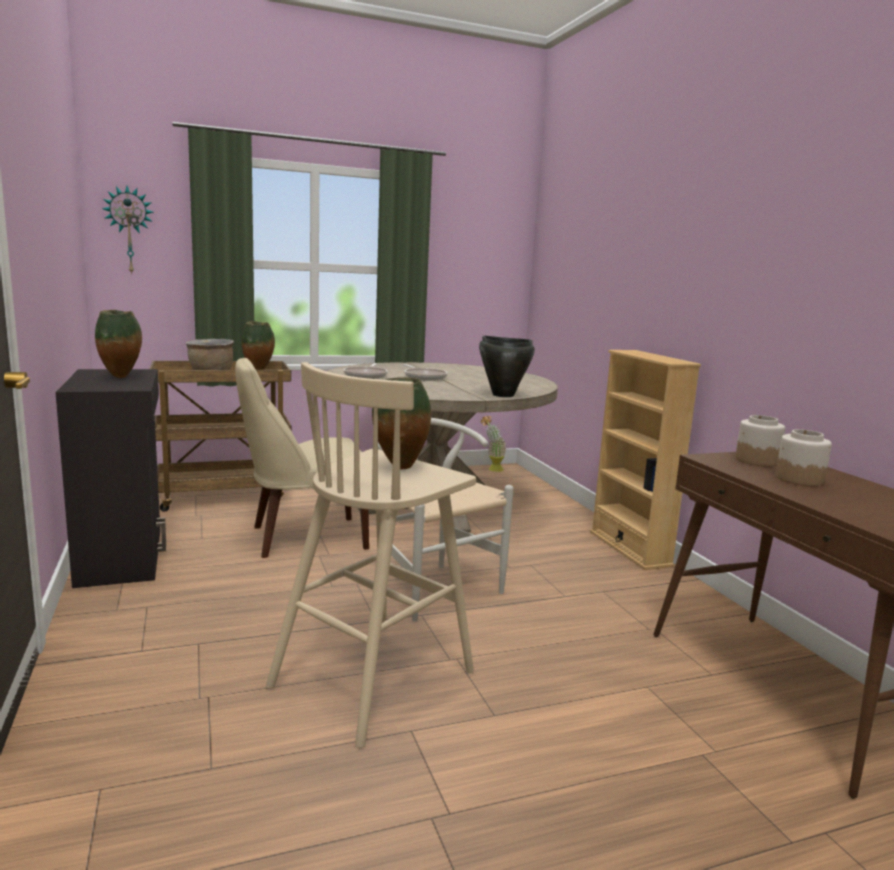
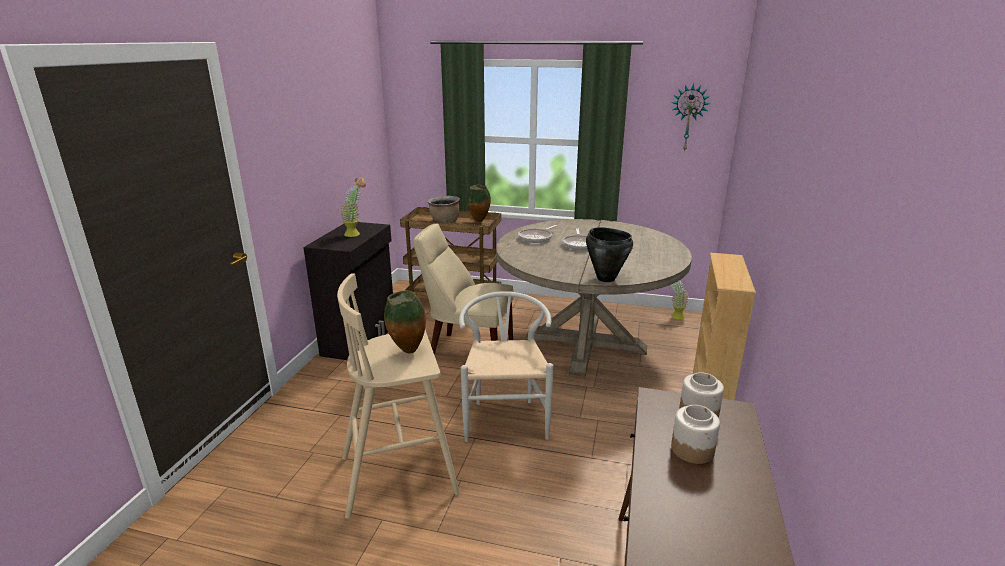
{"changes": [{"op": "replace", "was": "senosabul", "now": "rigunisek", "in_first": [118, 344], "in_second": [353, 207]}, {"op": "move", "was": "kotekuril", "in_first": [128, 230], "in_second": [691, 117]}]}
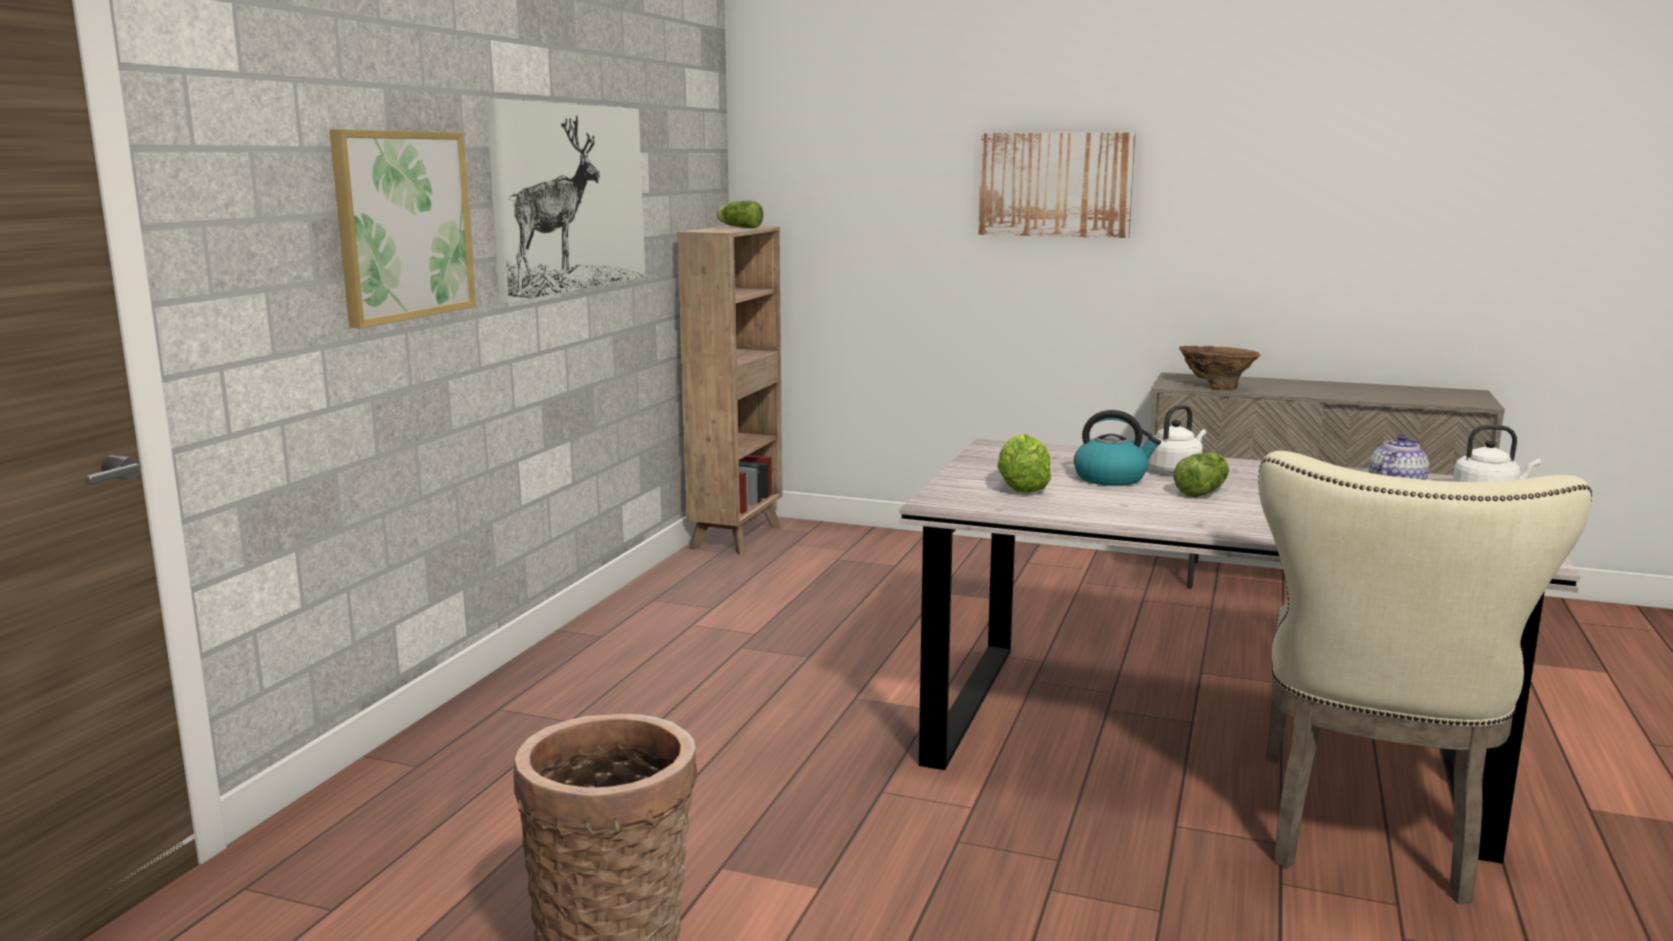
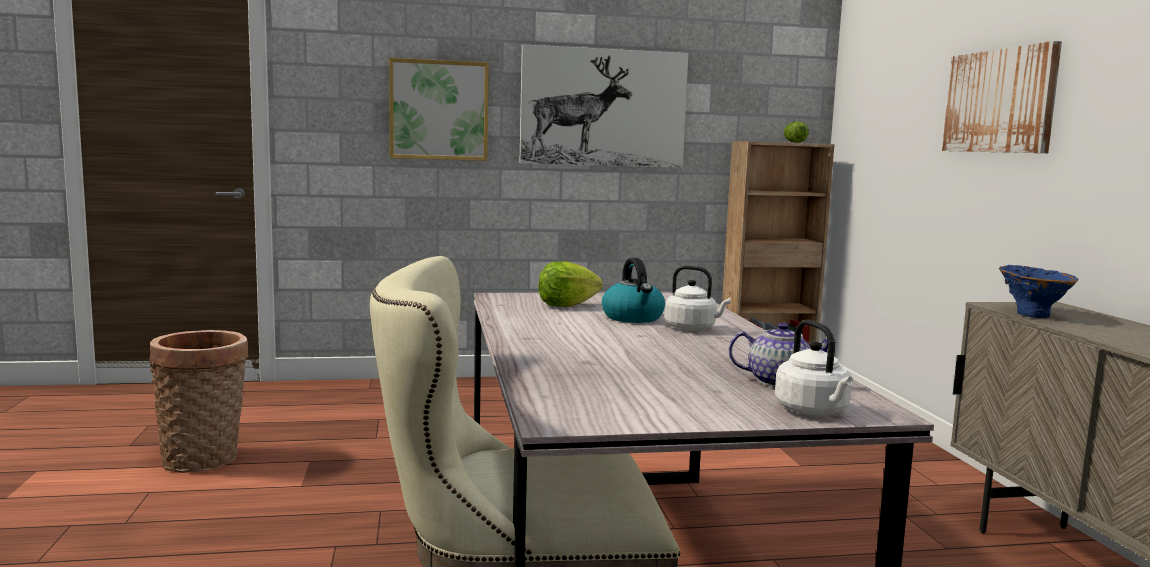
{"changes": [{"op": "recolor", "was": "brown_senosabul", "now": "blue_senosabul", "in_first": [1220, 368], "in_second": [1038, 291]}, {"op": "delete", "was": "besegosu", "in_first": [1201, 474]}]}
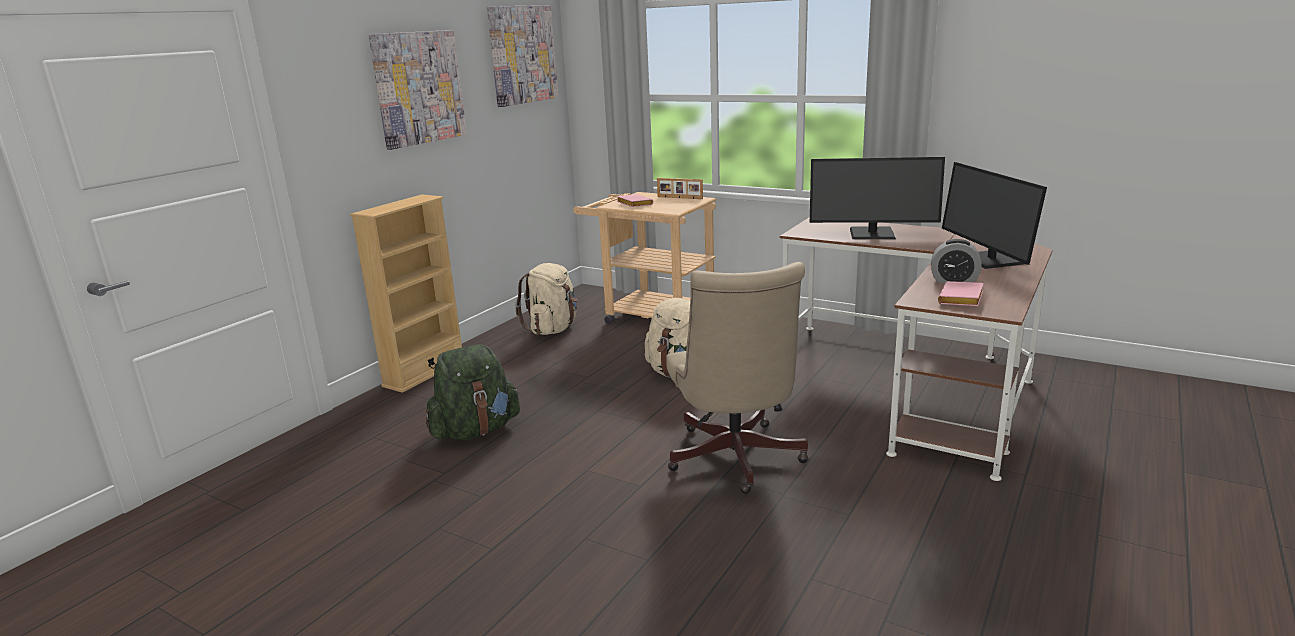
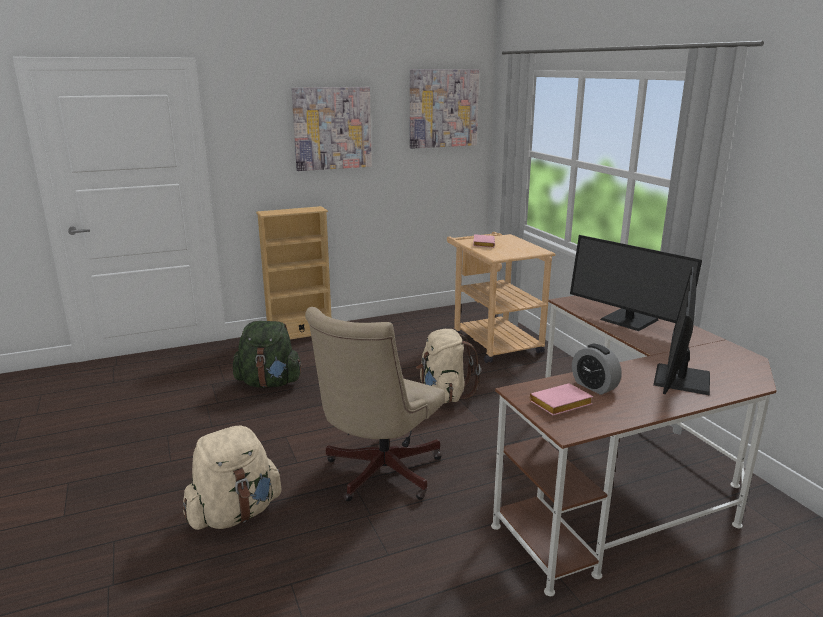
{"changes": [{"op": "move", "was": "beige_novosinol", "in_first": [546, 299], "in_second": [232, 478]}, {"op": "delete", "was": "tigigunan", "in_first": [680, 188]}]}
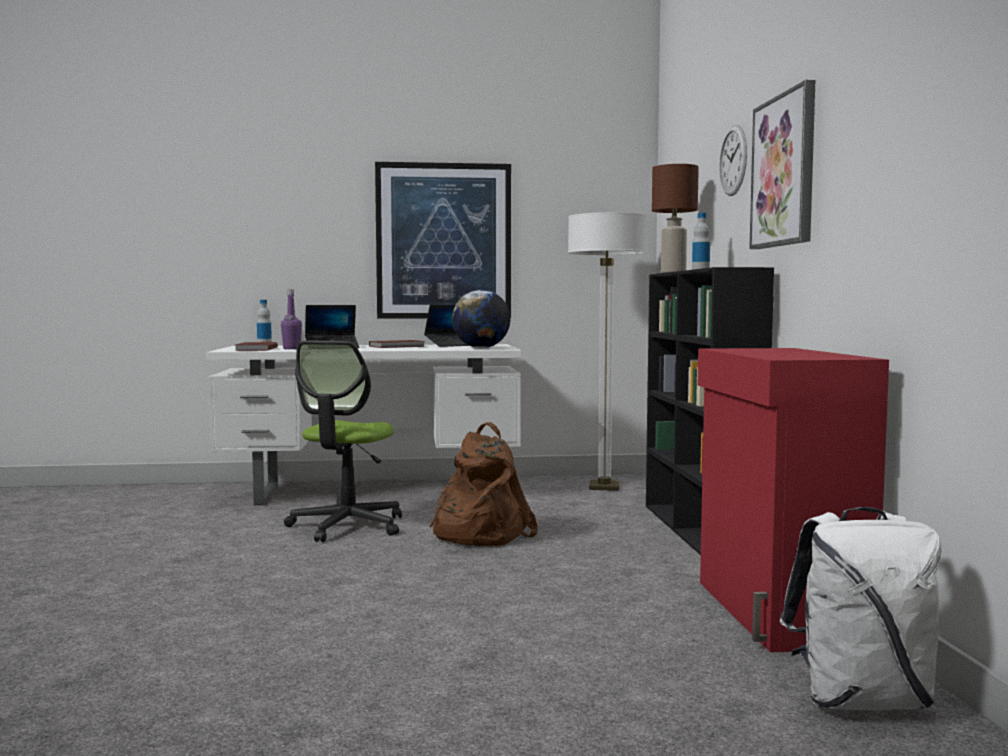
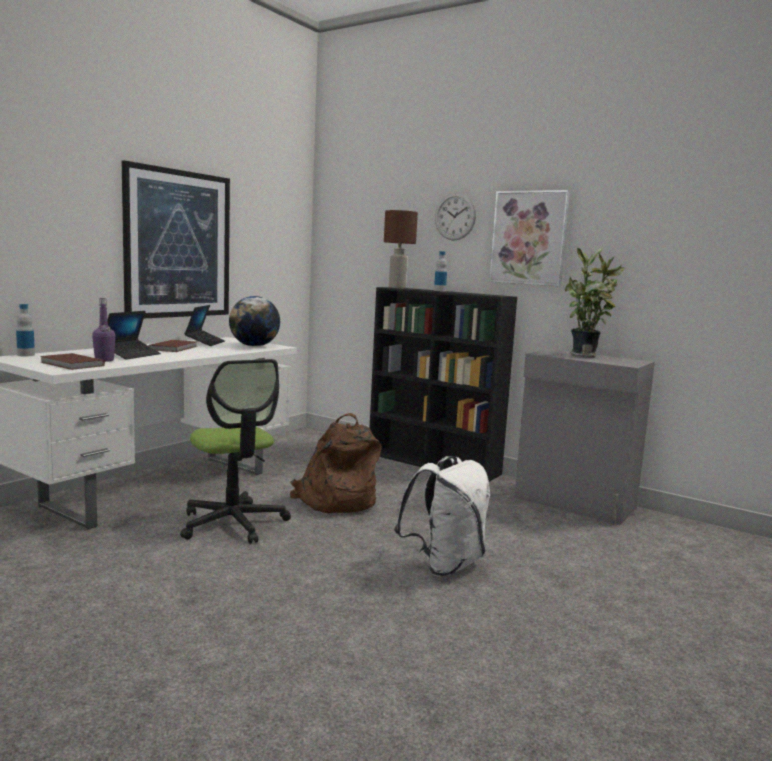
{"changes": [{"op": "move", "was": "white_novosinol", "in_first": [860, 608], "in_second": [442, 516]}, {"op": "recolor", "was": "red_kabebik", "now": "grey_kabebik", "in_first": [793, 500], "in_second": [584, 437]}, {"op": "insert", "now": "rigunisek", "in_second": [595, 302]}, {"op": "delete", "was": "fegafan", "in_first": [607, 351]}]}
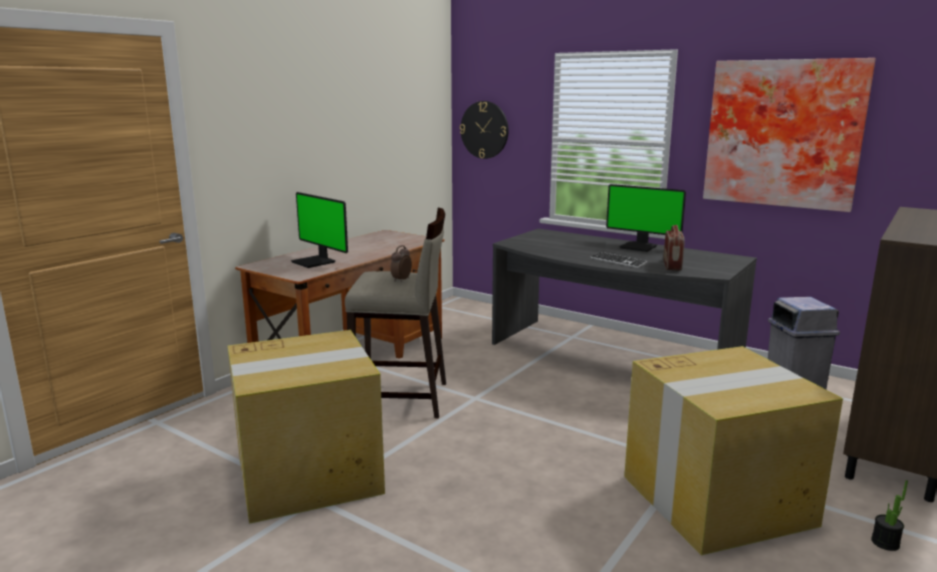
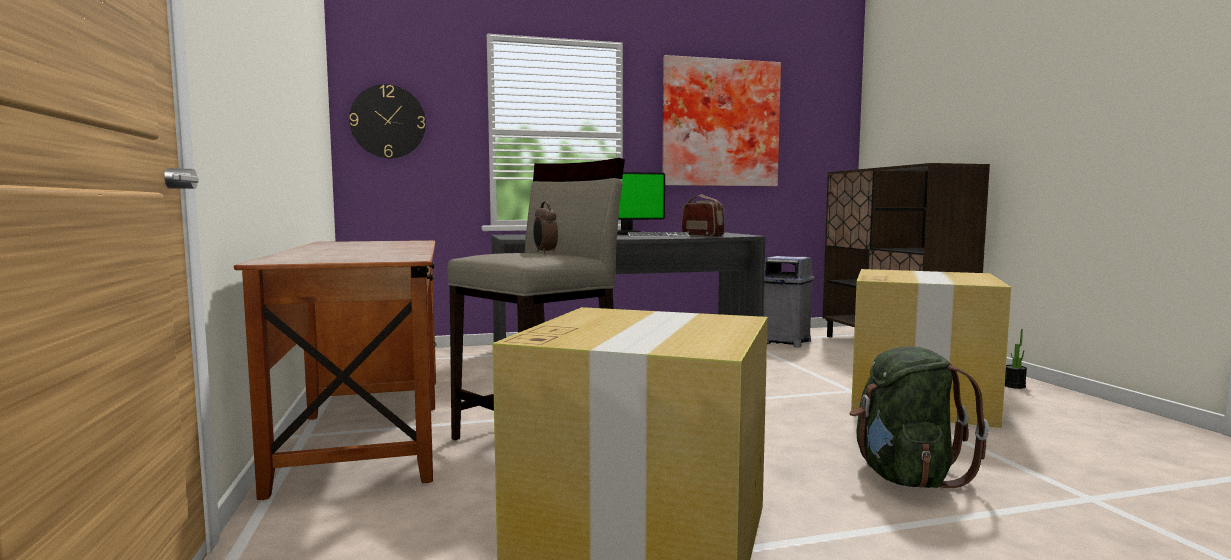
{"changes": [{"op": "insert", "now": "green_novosinol", "in_second": [919, 417]}, {"op": "delete", "was": "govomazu", "in_first": [319, 230]}]}
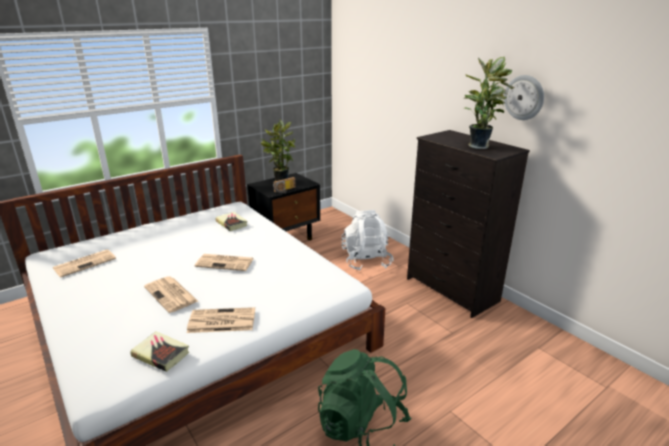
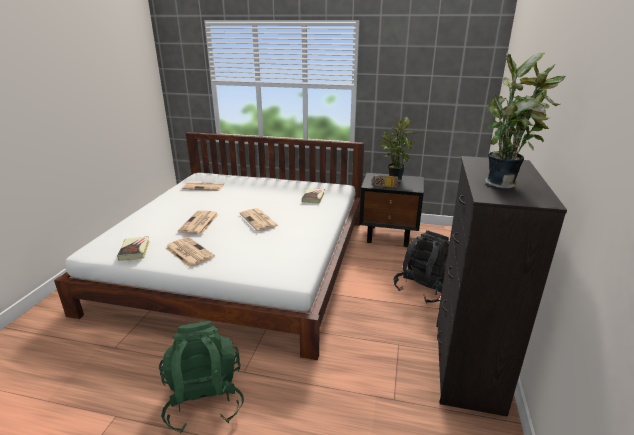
{"changes": [{"op": "recolor", "was": "white_novosinol", "now": "black_novosinol", "in_first": [368, 240], "in_second": [421, 267]}, {"op": "delete", "was": "kotekuril", "in_first": [524, 97]}]}
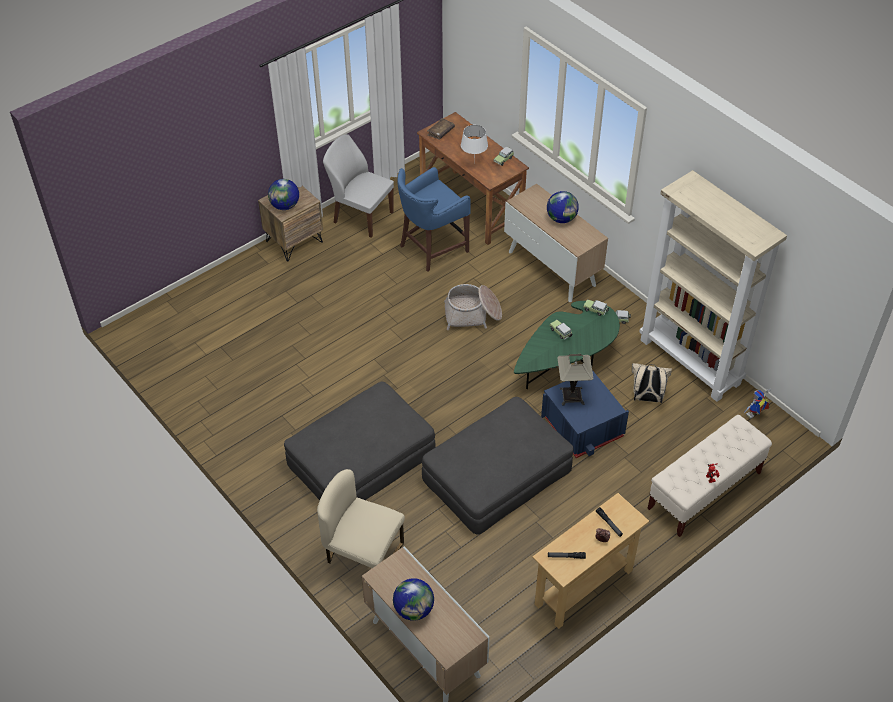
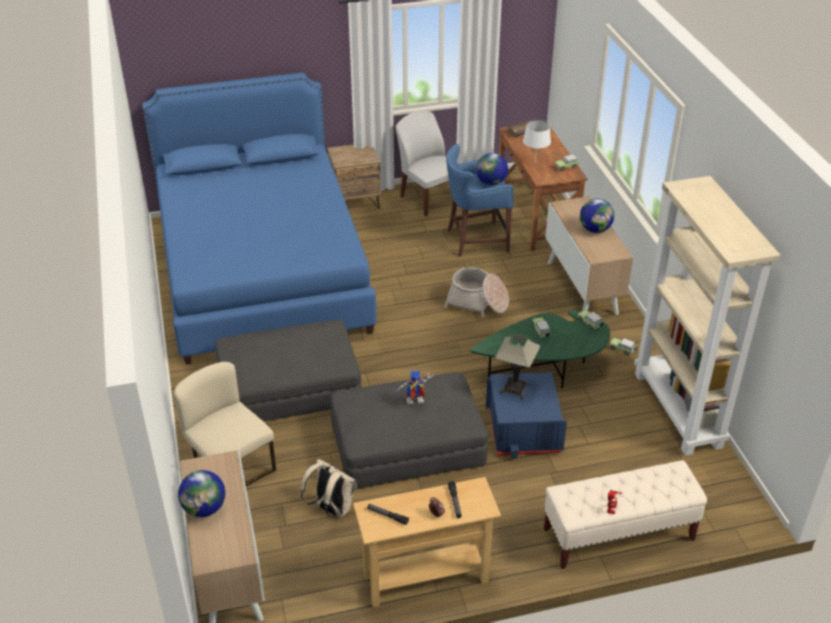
{"changes": [{"op": "insert", "now": "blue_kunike", "in_second": [259, 218]}, {"op": "move", "was": "beige_novosinol", "in_first": [652, 383], "in_second": [329, 488]}, {"op": "move", "was": "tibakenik", "in_first": [757, 403], "in_second": [414, 387]}, {"op": "move", "was": "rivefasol", "in_first": [283, 194], "in_second": [492, 169]}]}
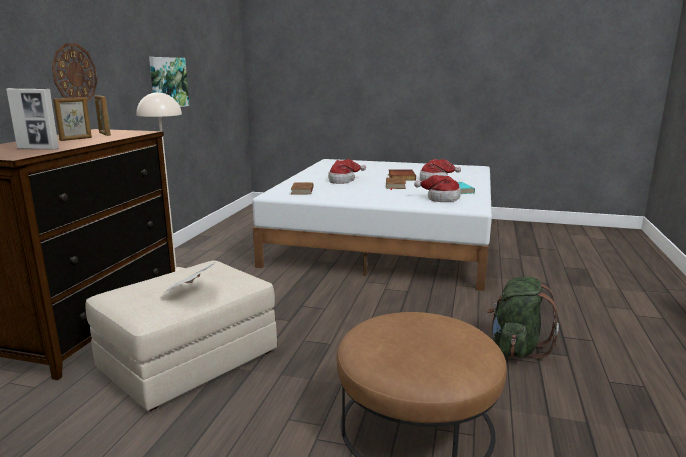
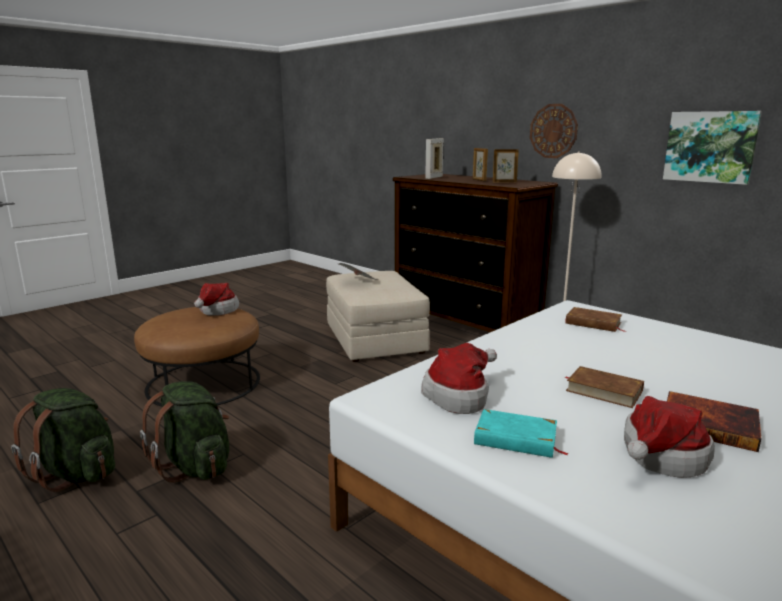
{"changes": [{"op": "insert", "now": "green_novosinol", "in_second": [63, 440]}, {"op": "move", "was": "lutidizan", "in_first": [347, 171], "in_second": [216, 299]}]}
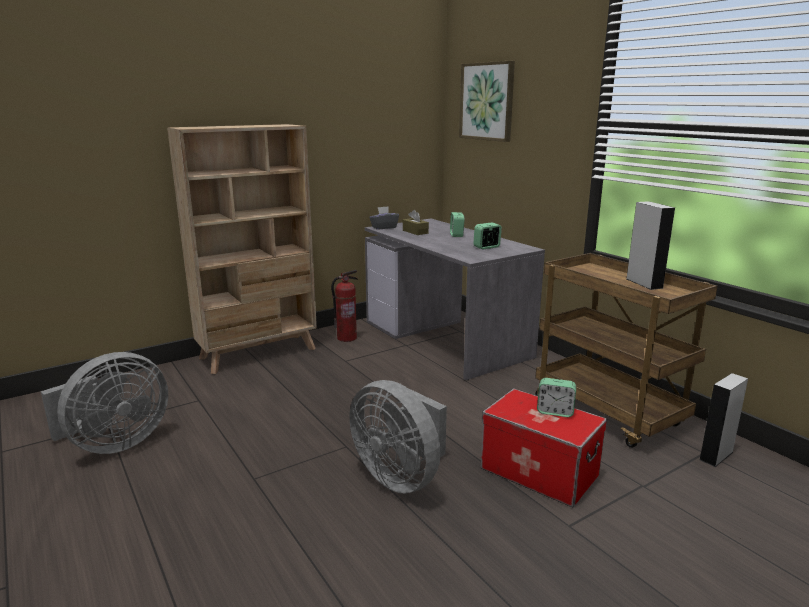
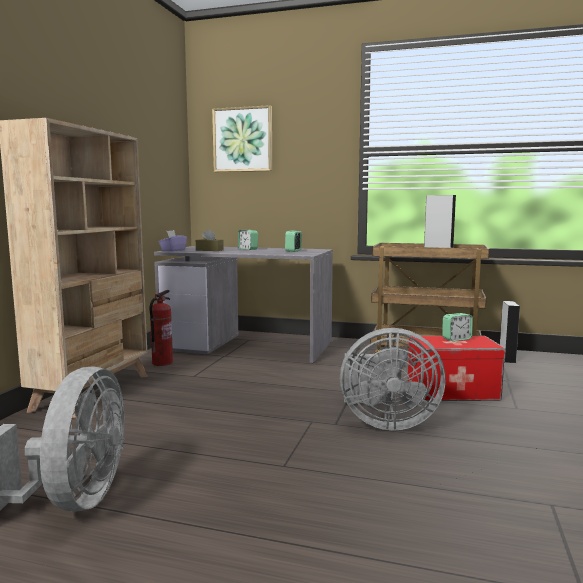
{"changes": [{"op": "recolor", "was": "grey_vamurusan", "now": "purple_vamurusan", "in_first": [384, 217], "in_second": [173, 241]}]}
